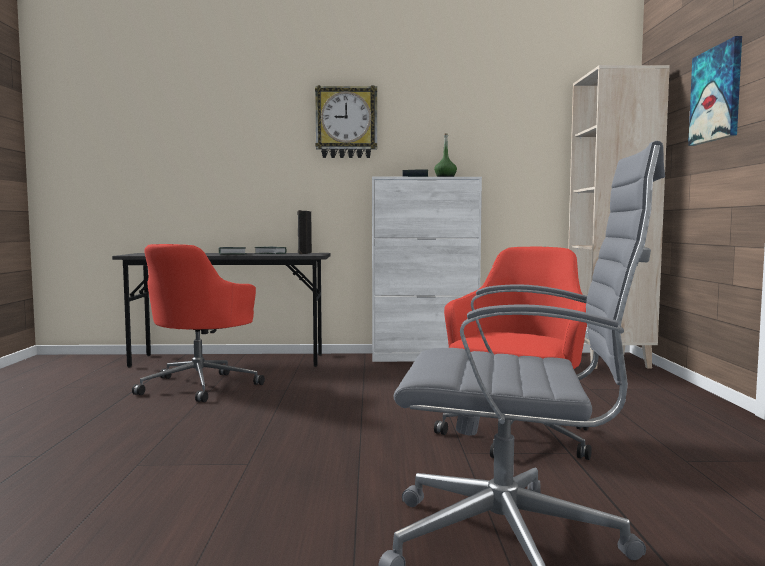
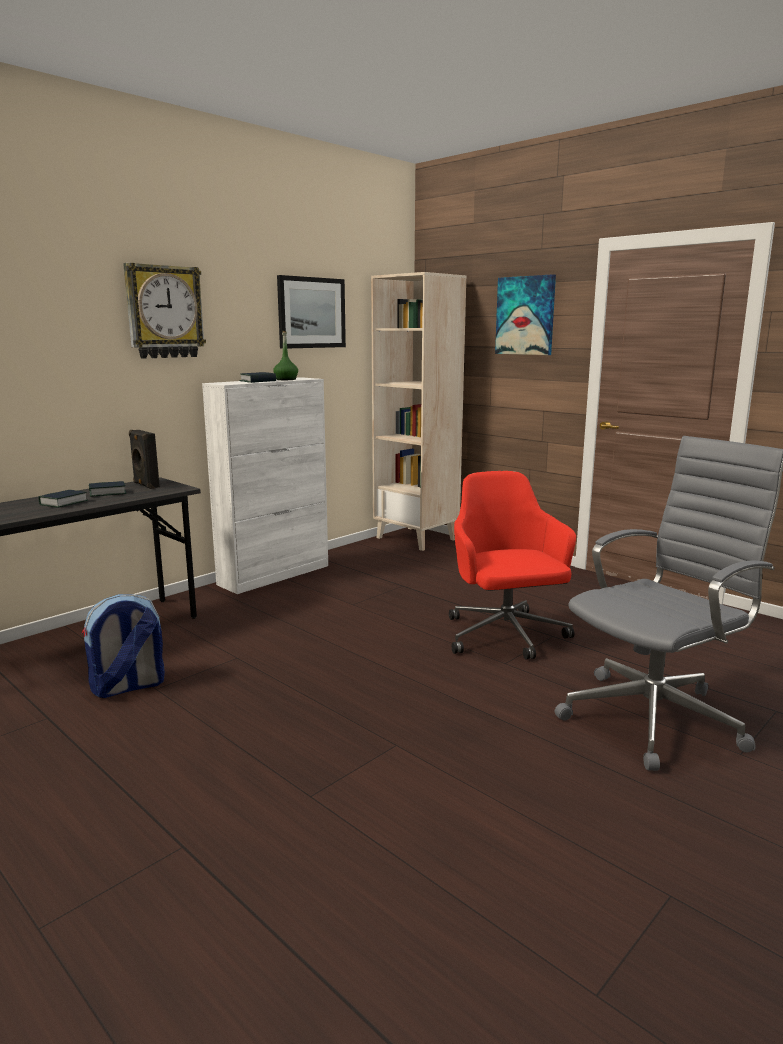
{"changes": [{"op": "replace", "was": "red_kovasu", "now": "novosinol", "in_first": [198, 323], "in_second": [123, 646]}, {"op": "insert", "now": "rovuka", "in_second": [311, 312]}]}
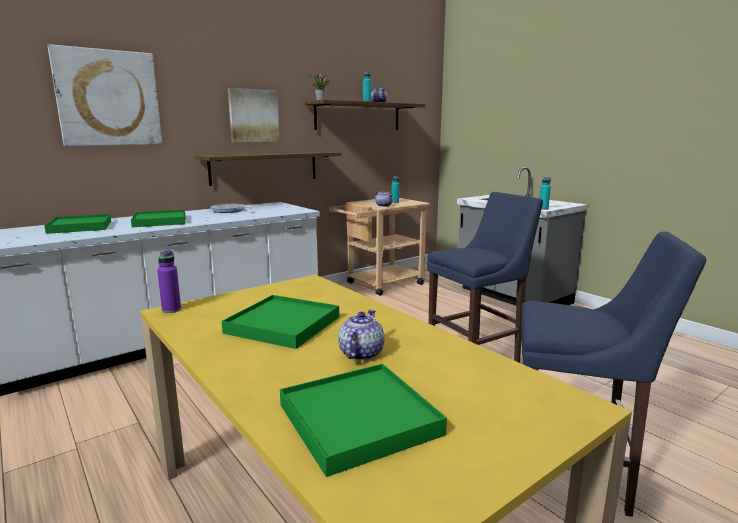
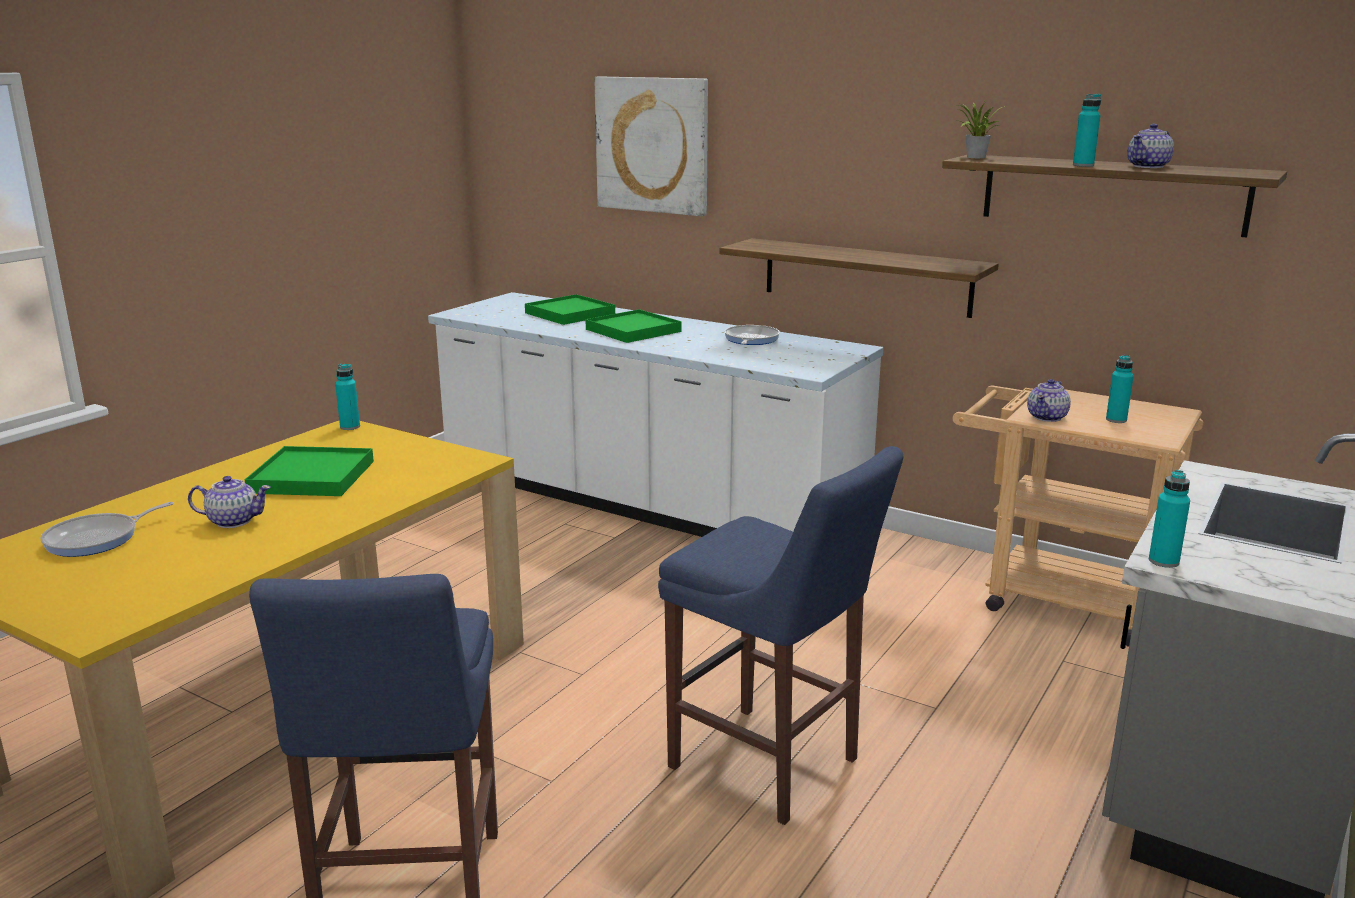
{"changes": [{"op": "replace", "was": "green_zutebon", "now": "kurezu", "in_first": [363, 420], "in_second": [107, 529]}, {"op": "recolor", "was": "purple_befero", "now": "turquoise_befero", "in_first": [169, 281], "in_second": [347, 397]}, {"op": "delete", "was": "rovuka", "in_first": [254, 115]}]}
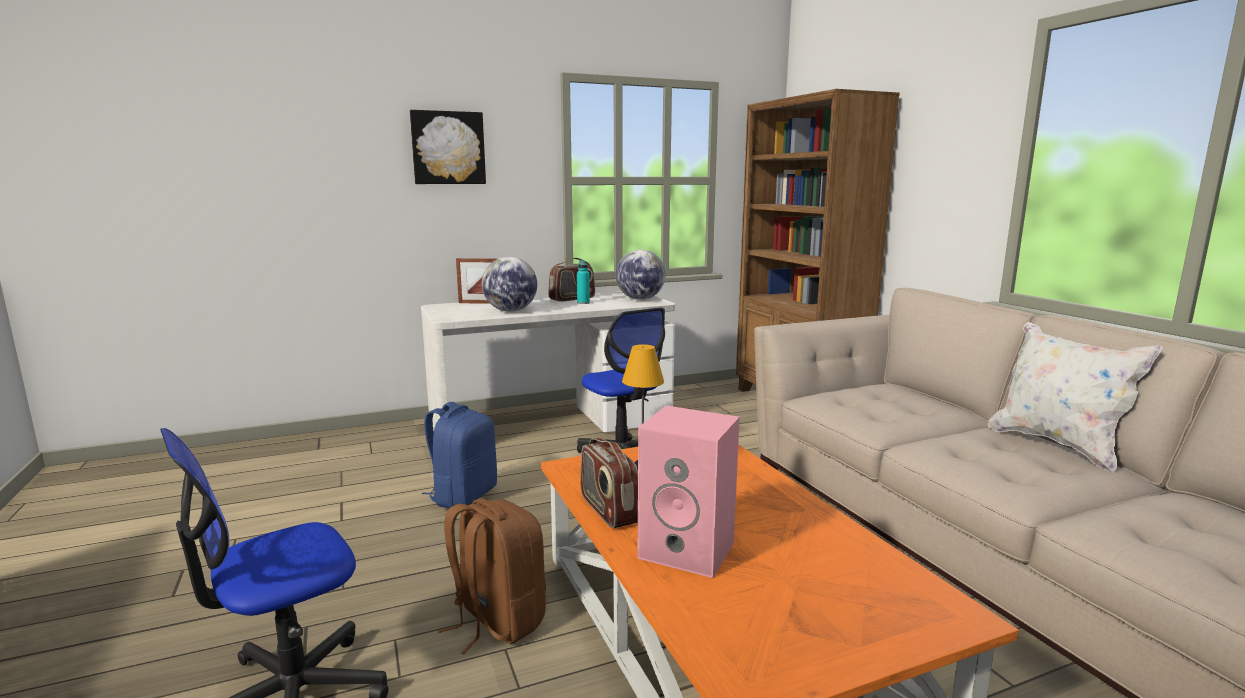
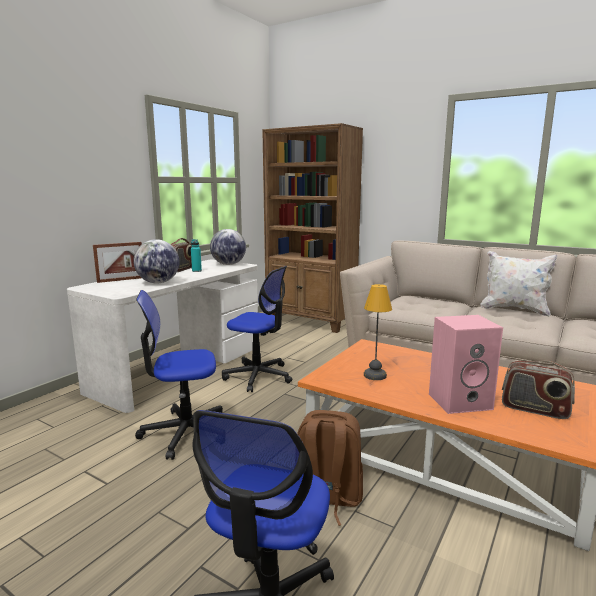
{"changes": [{"op": "replace", "was": "blue_novosinol", "now": "kovasu", "in_first": [459, 455], "in_second": [179, 375]}, {"op": "move", "was": "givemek", "in_first": [609, 483], "in_second": [538, 389]}, {"op": "delete", "was": "rovuka", "in_first": [448, 147]}]}
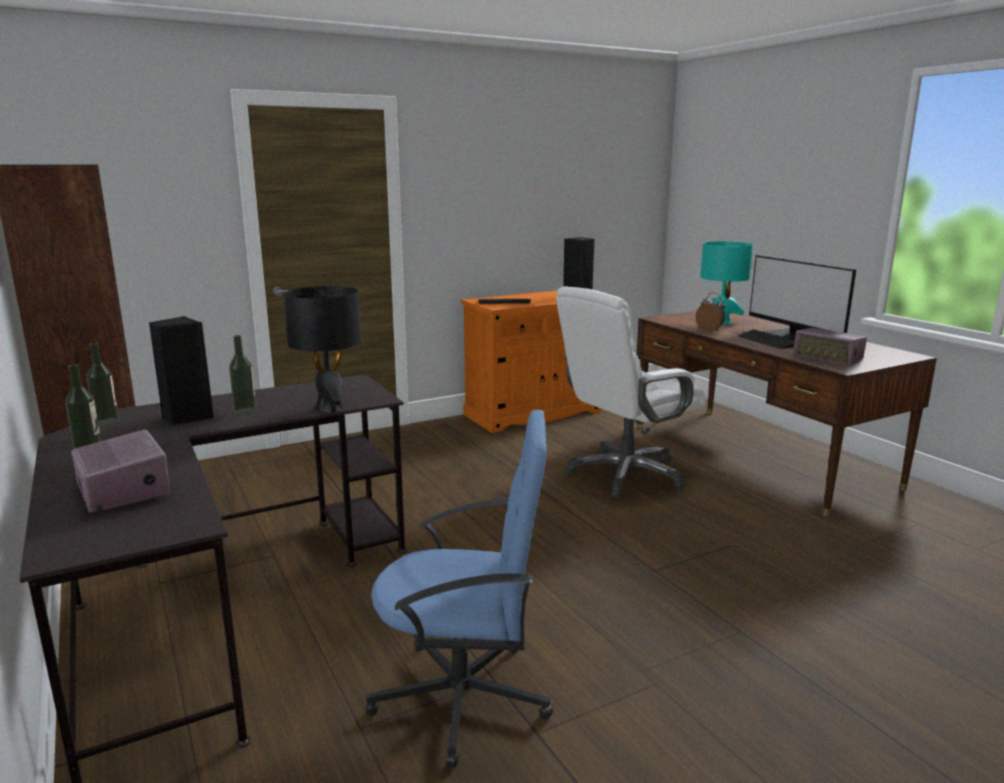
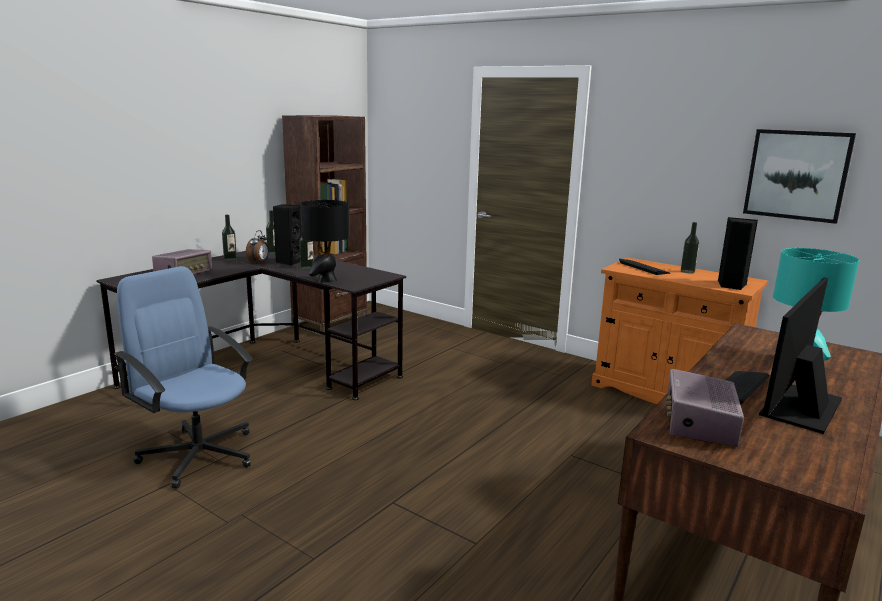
{"changes": [{"op": "rotate", "was": "blue_kovasu", "in_first": [459, 588], "in_second": [183, 377], "clockwise": 150}, {"op": "move", "was": "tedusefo", "in_first": [710, 312], "in_second": [257, 247]}, {"op": "insert", "now": "befero", "in_second": [690, 247]}, {"op": "insert", "now": "rovuka", "in_second": [799, 176]}, {"op": "delete", "was": "white_kovasu", "in_first": [631, 392]}]}
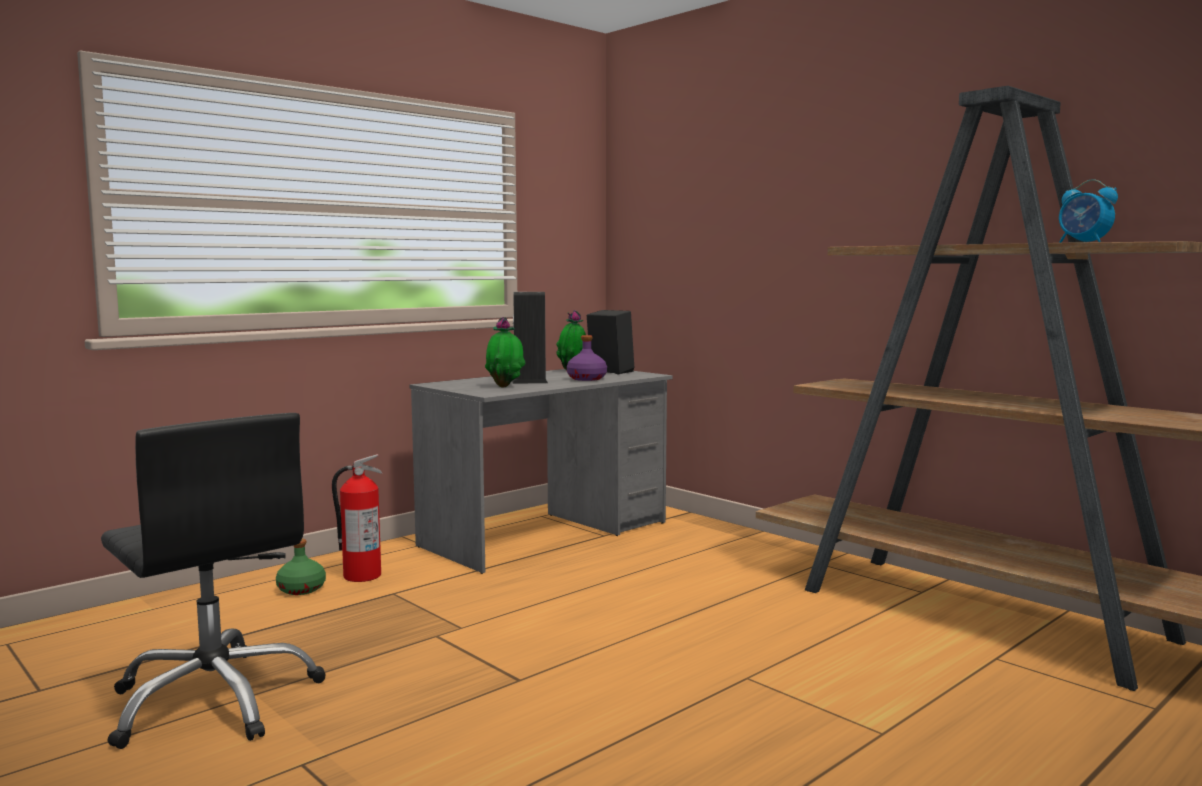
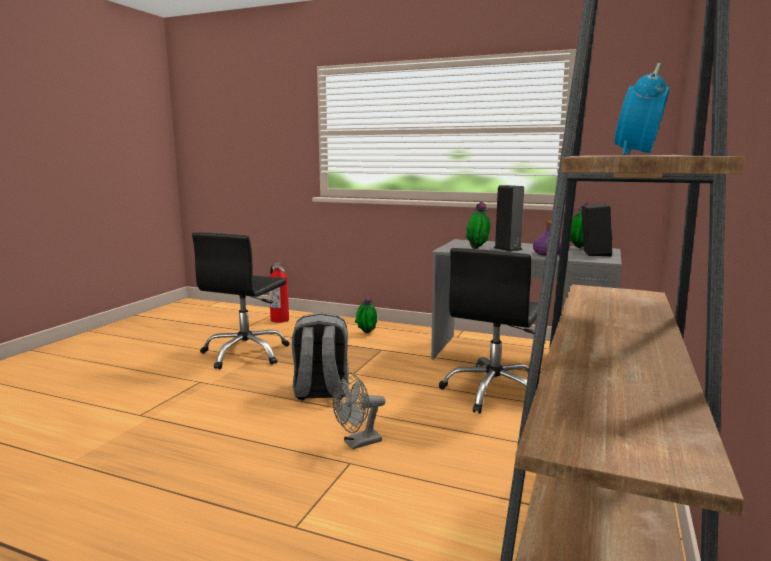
{"changes": [{"op": "move", "was": "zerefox", "in_first": [357, 518], "in_second": [279, 292]}, {"op": "insert", "now": "grey_novosinol", "in_second": [320, 356]}, {"op": "insert", "now": "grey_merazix", "in_second": [359, 411]}, {"op": "replace", "was": "green_befero", "now": "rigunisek", "in_first": [301, 566], "in_second": [366, 314]}, {"op": "insert", "now": "black_kovasu", "in_second": [489, 331]}]}
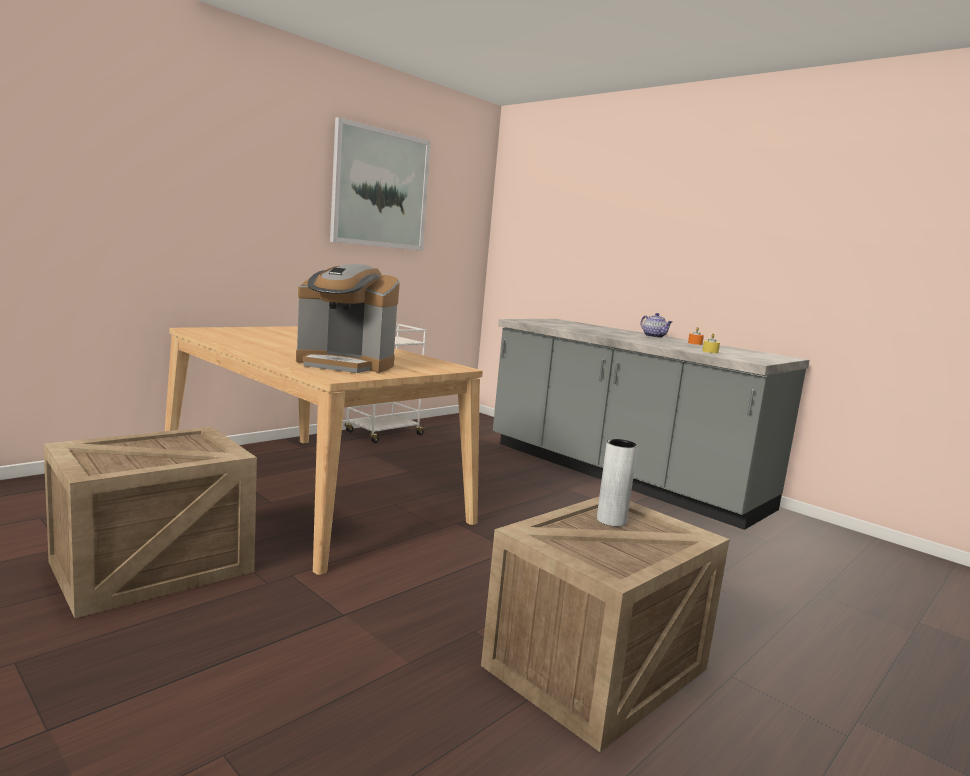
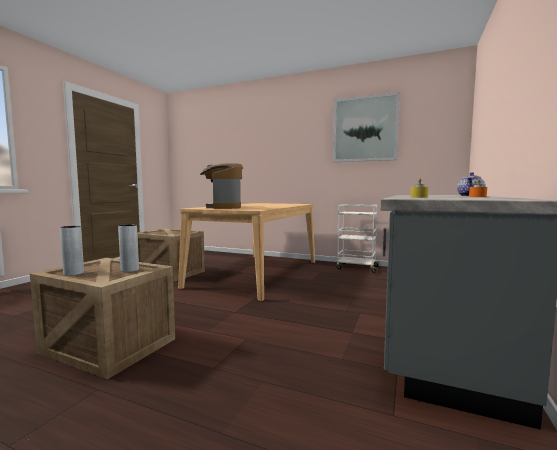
{"changes": [{"op": "insert", "now": "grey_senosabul", "in_second": [72, 251]}]}
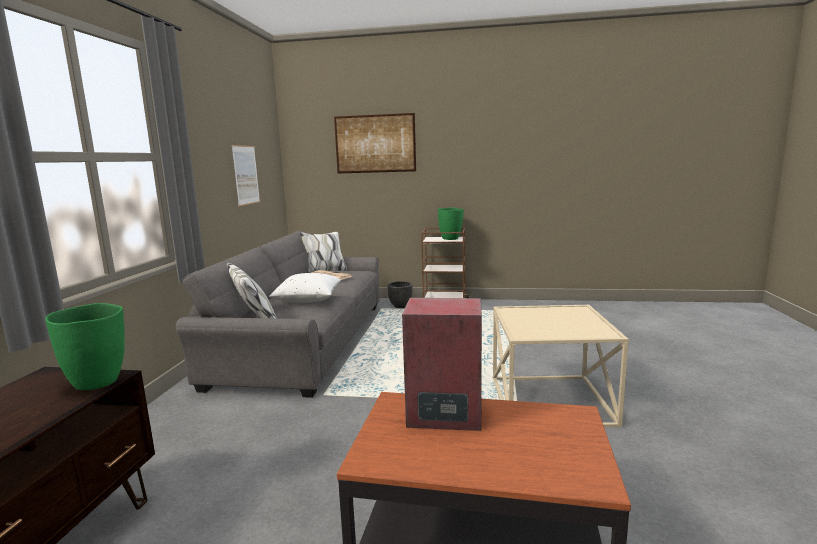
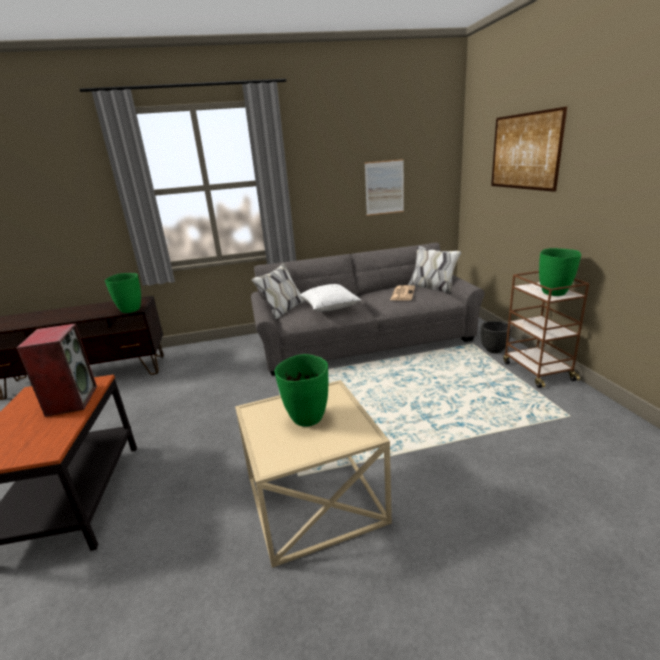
{"changes": [{"op": "insert", "now": "green_senosabul", "in_second": [301, 390]}]}
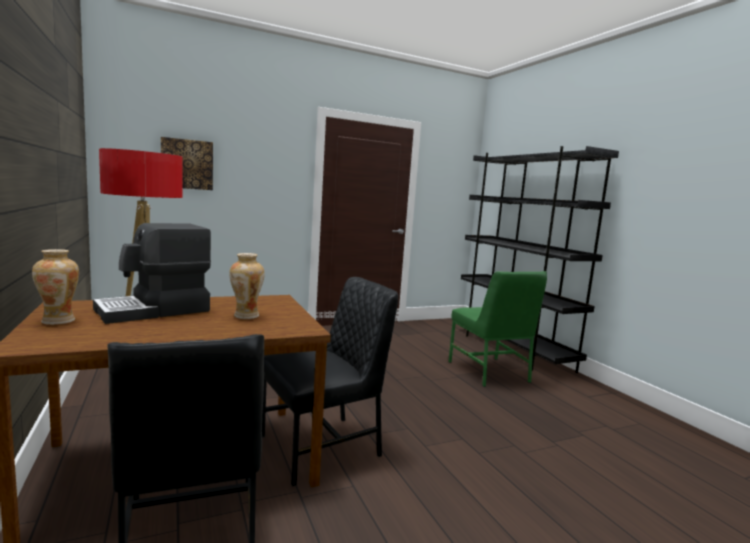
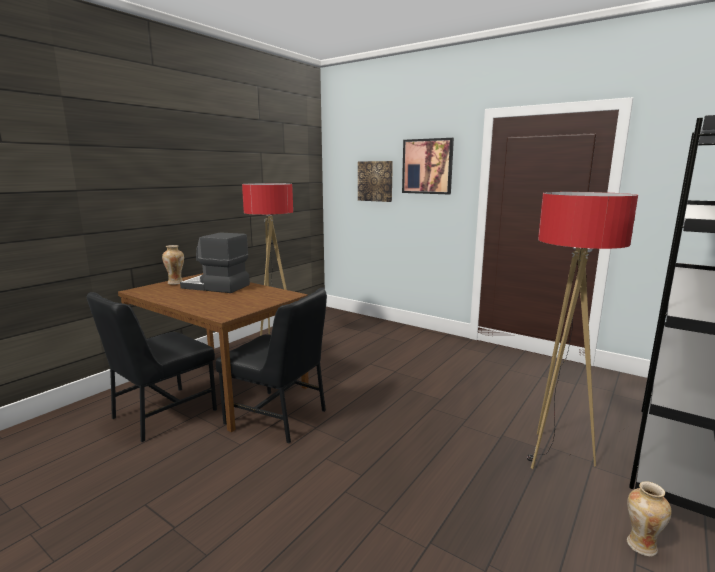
{"changes": [{"op": "insert", "now": "rovuka", "in_second": [428, 166]}, {"op": "replace", "was": "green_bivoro", "now": "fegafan", "in_first": [497, 329], "in_second": [582, 330]}, {"op": "move", "was": "senosabul", "in_first": [247, 286], "in_second": [649, 518]}]}
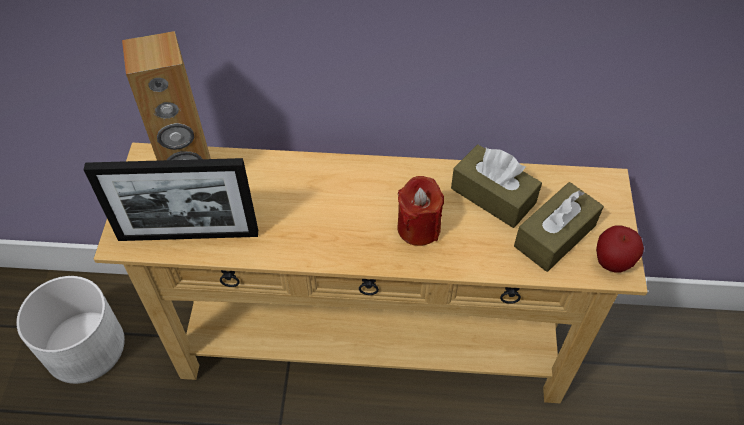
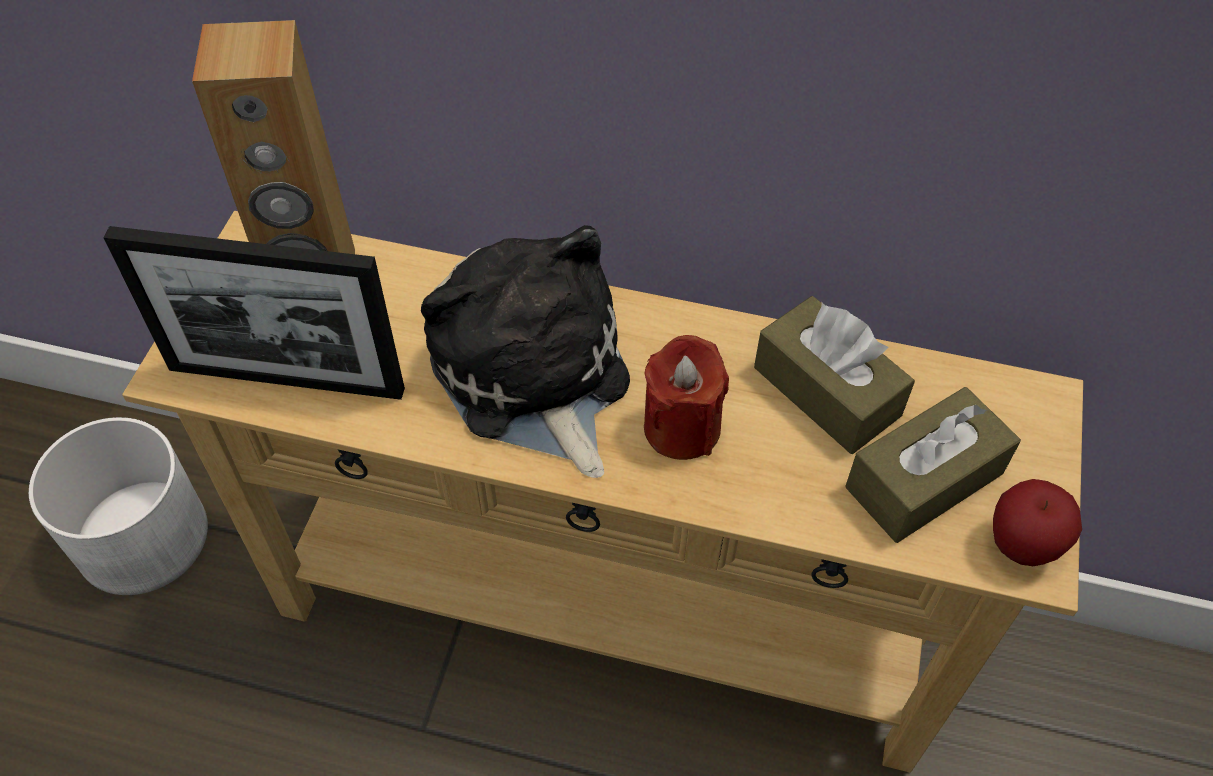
{"changes": [{"op": "insert", "now": "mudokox", "in_second": [525, 351]}]}
